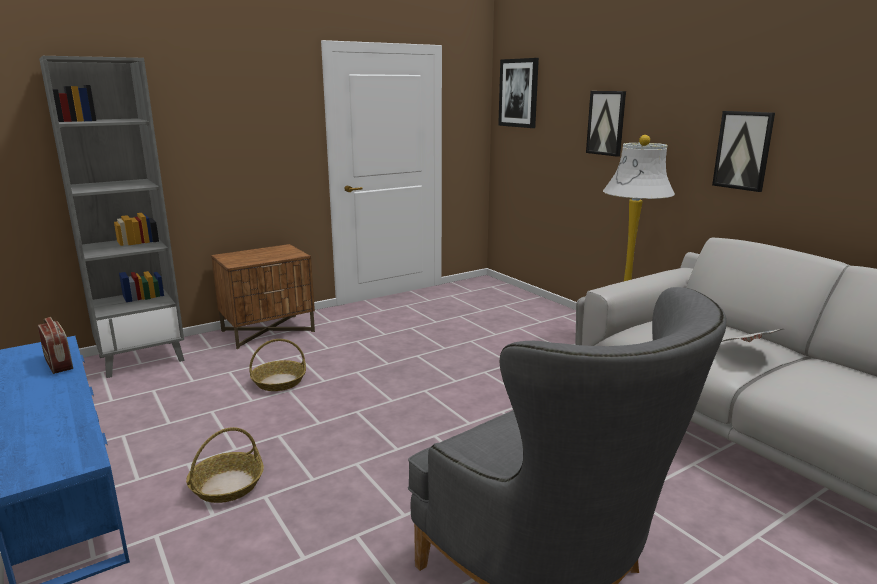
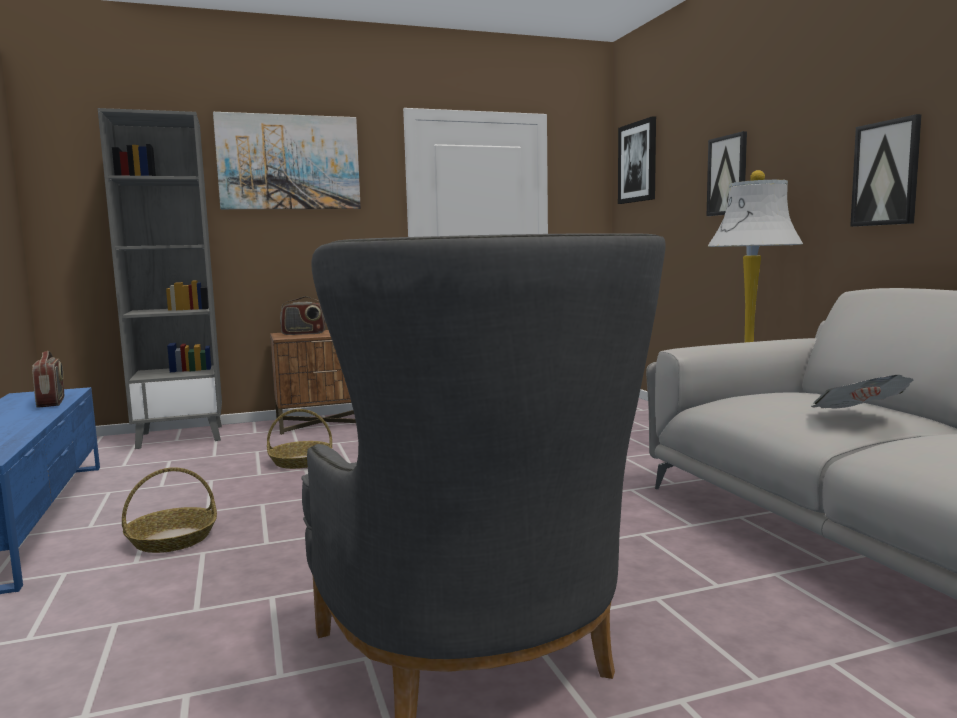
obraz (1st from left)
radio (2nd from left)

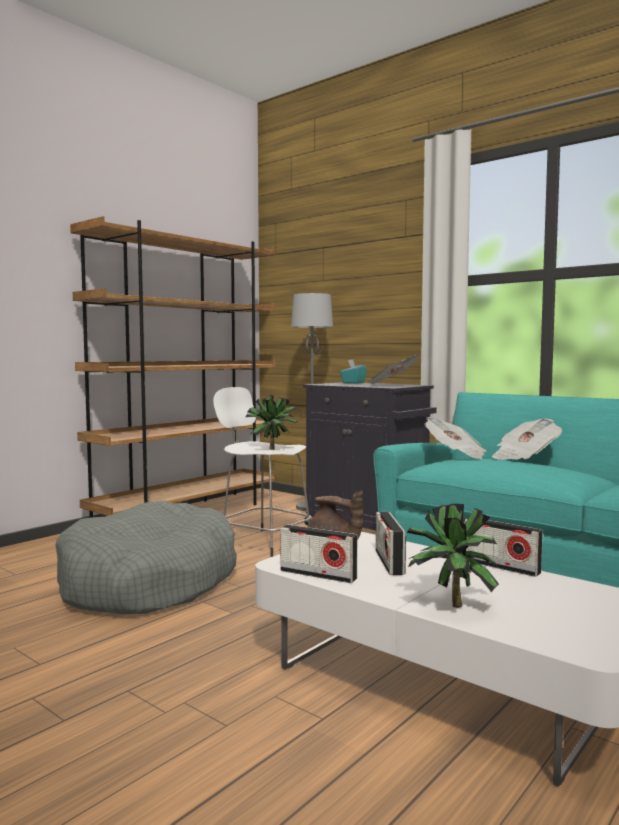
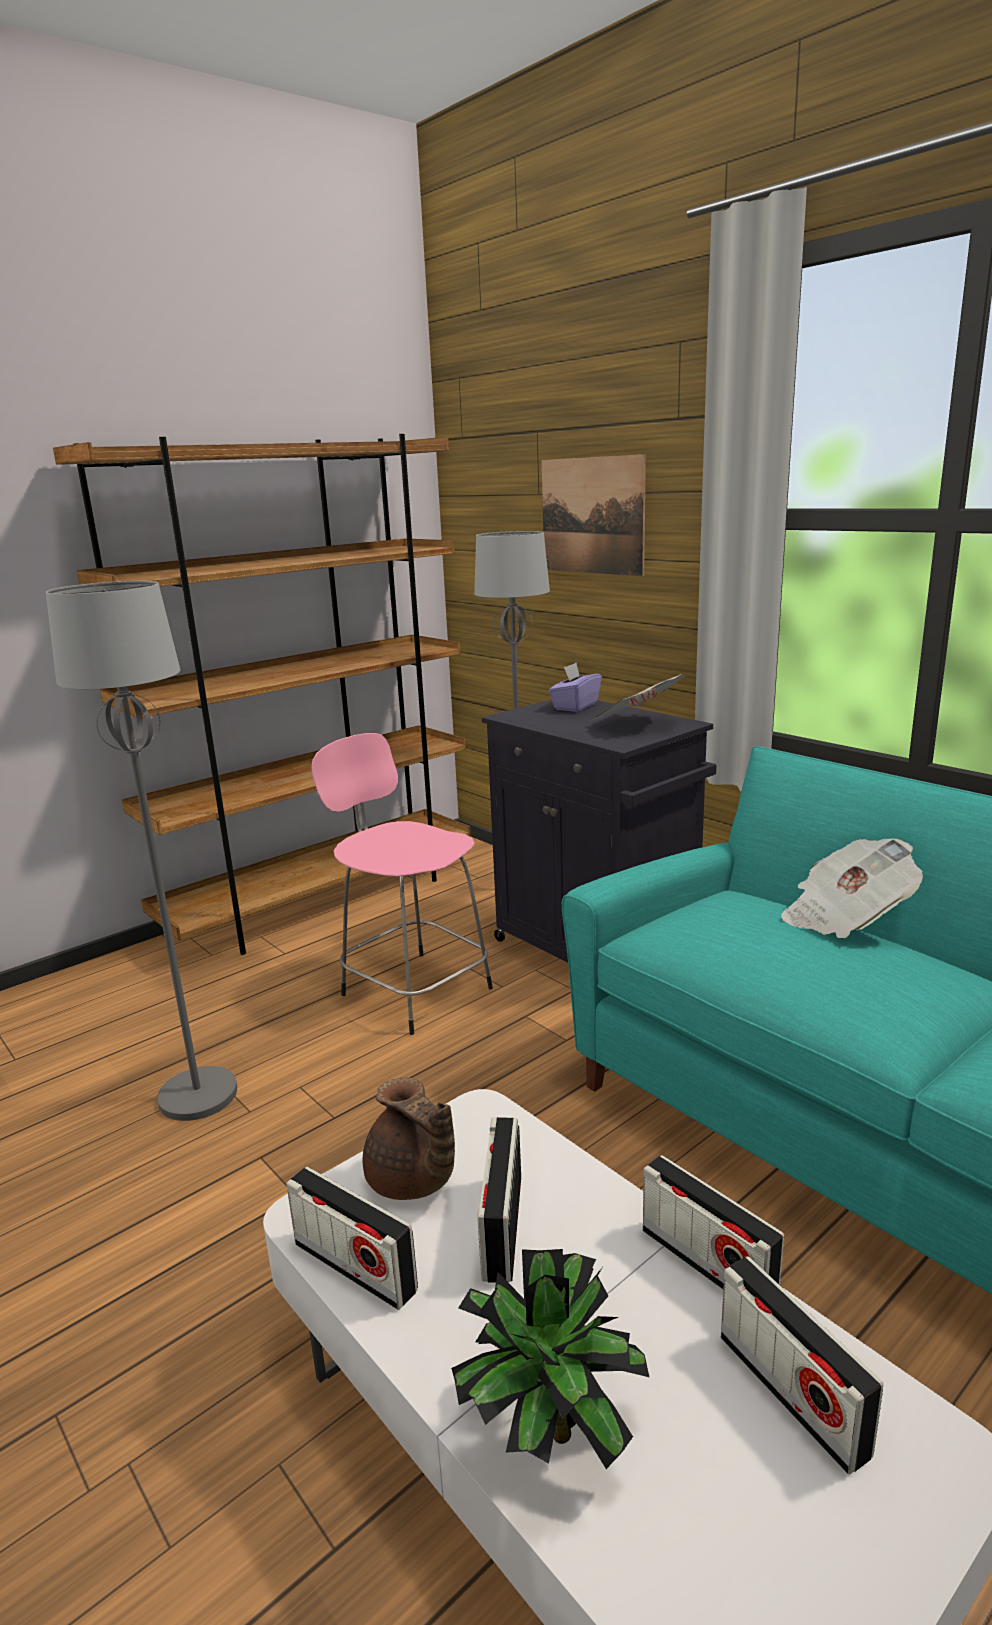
roślina doniczkowa (1st from left in the first image)
gazeta (2nd from left in the first image)
obraz
radio (4th from left)
lampa stojąca [szary] (1st from left)
stołek [różowy]
pudełko chusteczek [fioletowy]

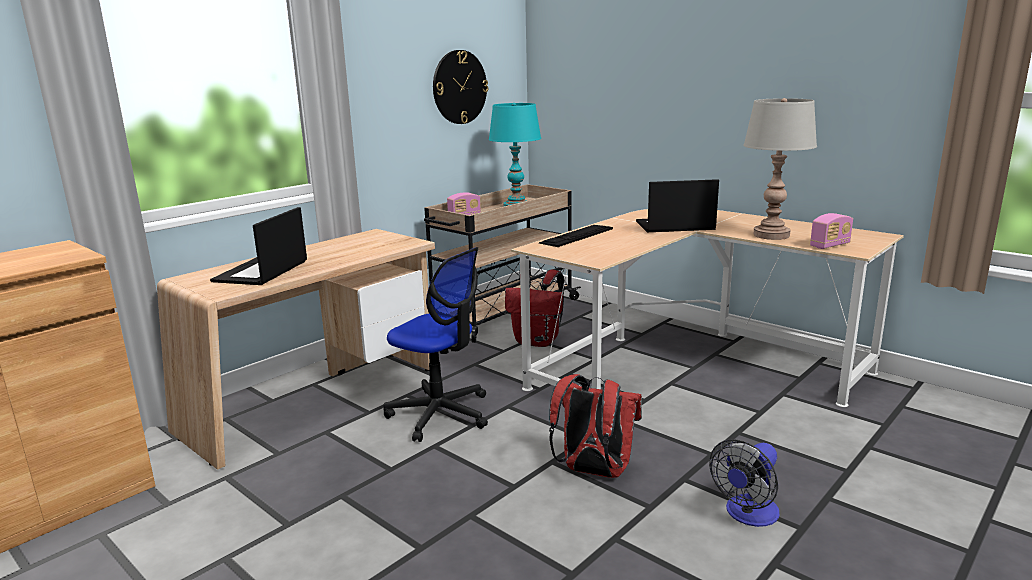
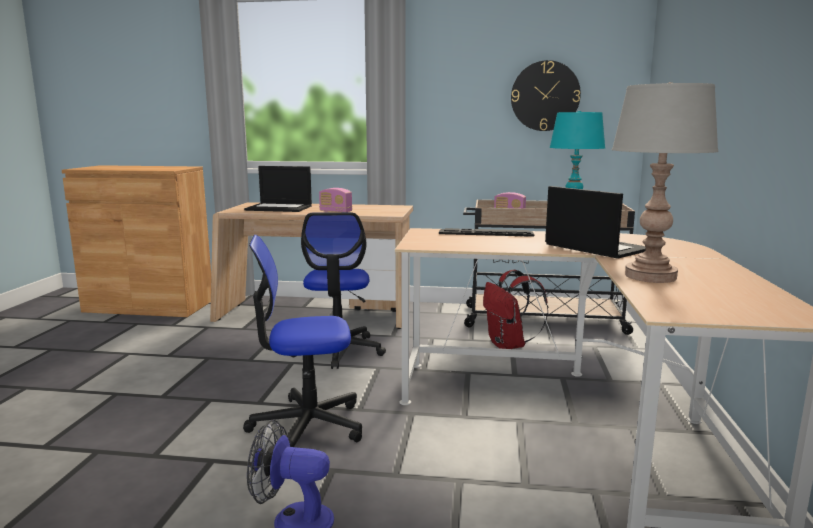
radio (1st from left)
krzesło biurowe (1st from left)
laptop (1st from left)

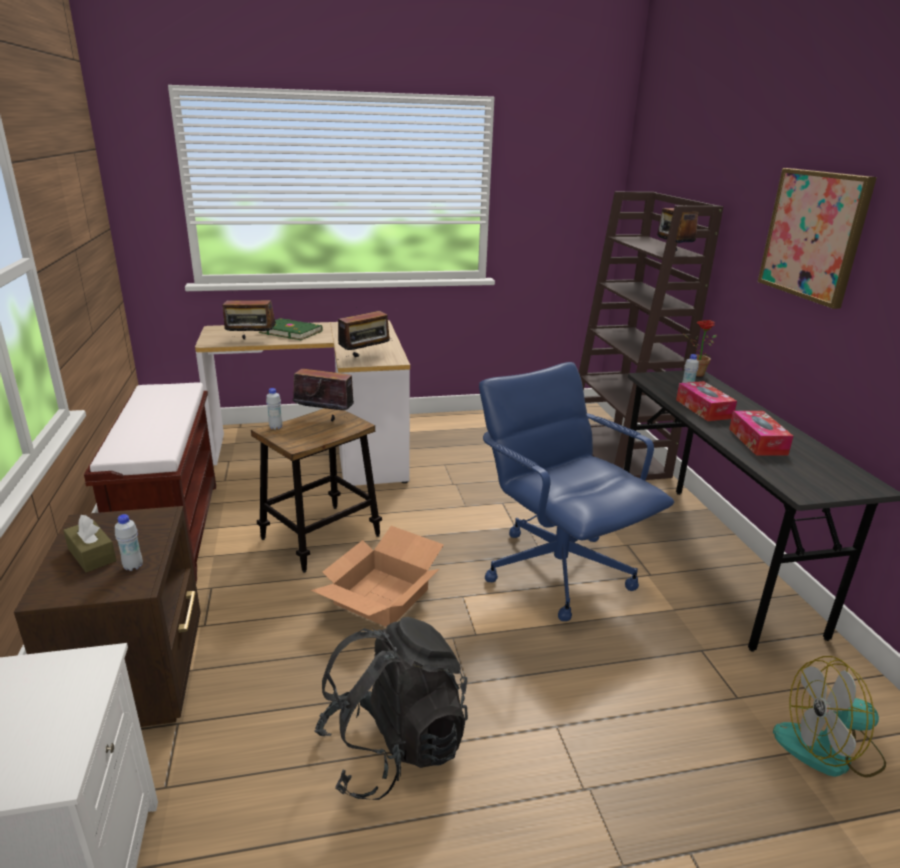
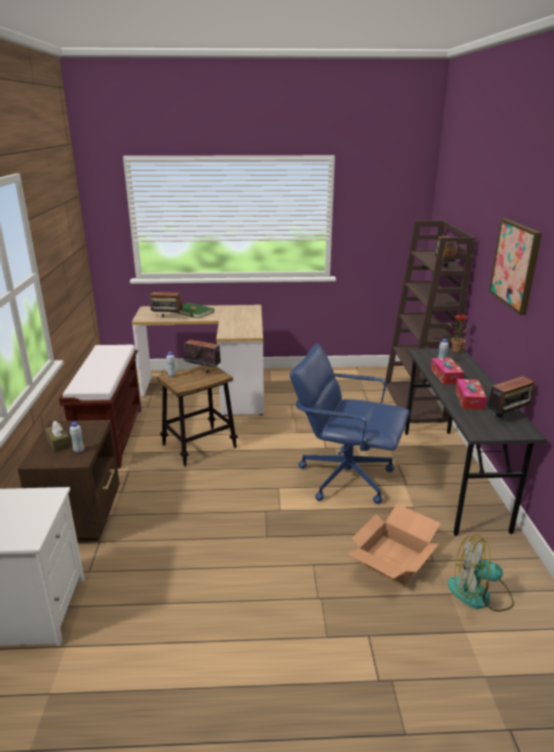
plecak [czarny]
karton
radio (4th from left)
krzesło biurowe [niebieski]

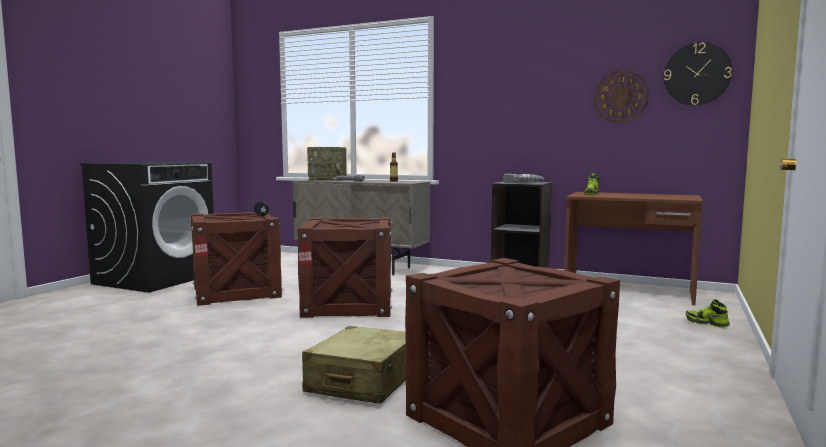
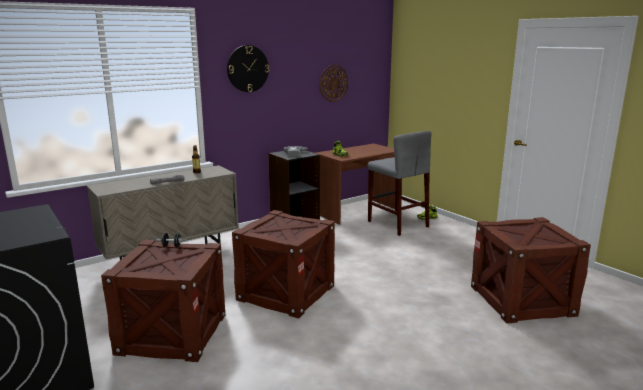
walizka [beżowy]
radio
stołek [szary]
zegar ścienny (1st from left)

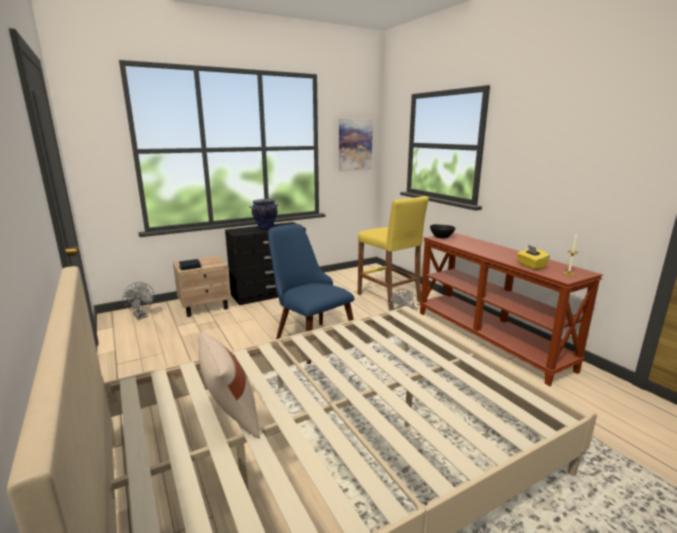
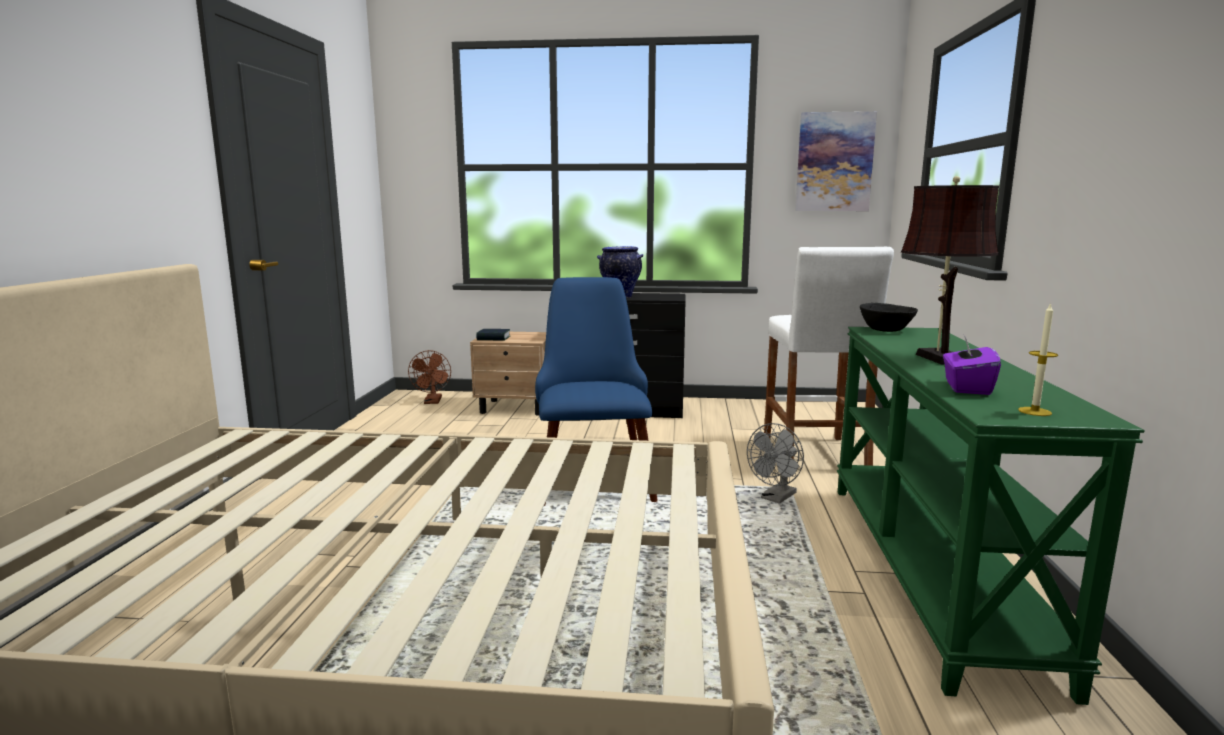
poduszka [beżowy]
lampa stołowa [brązowy]
wentylator [brązowy]
stołek [biały]
stolik konsolowy [zielony]
pudełko chusteczek [fioletowy]

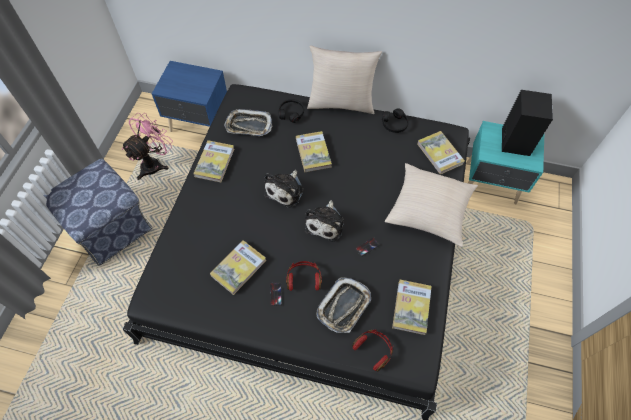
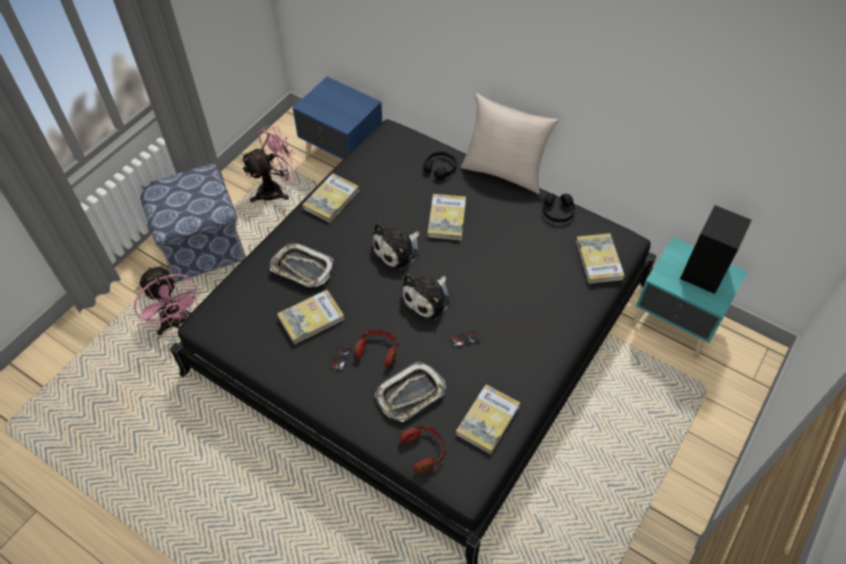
poduszka [beżowy] (2nd from left in the first image)
wentylator [różowy] (1st from left)
taca (1st from left)

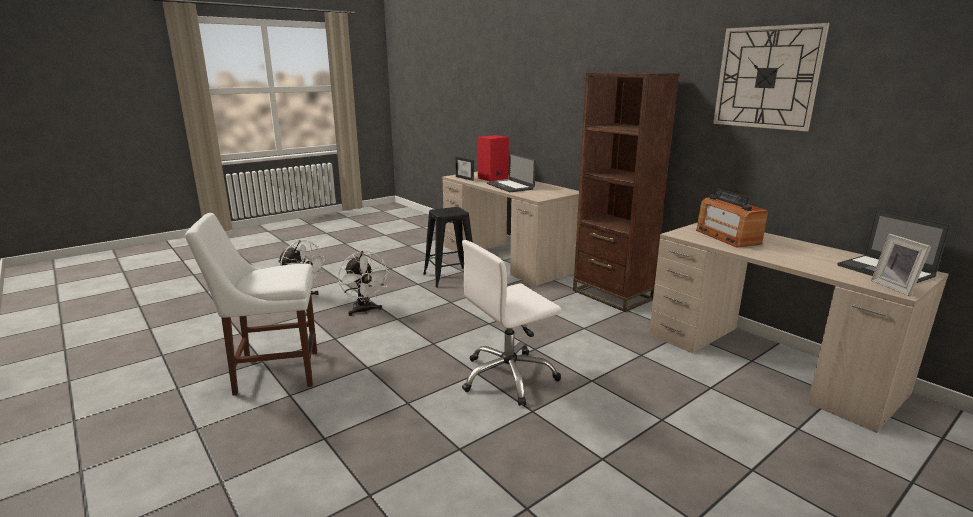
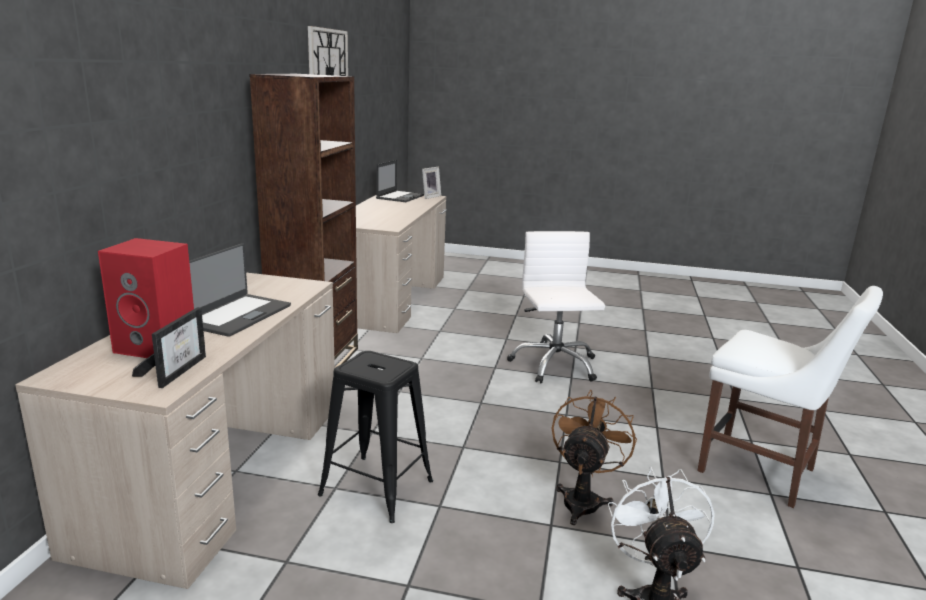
radio
wentylator [brązowy]
krzesło biurowe [biały]

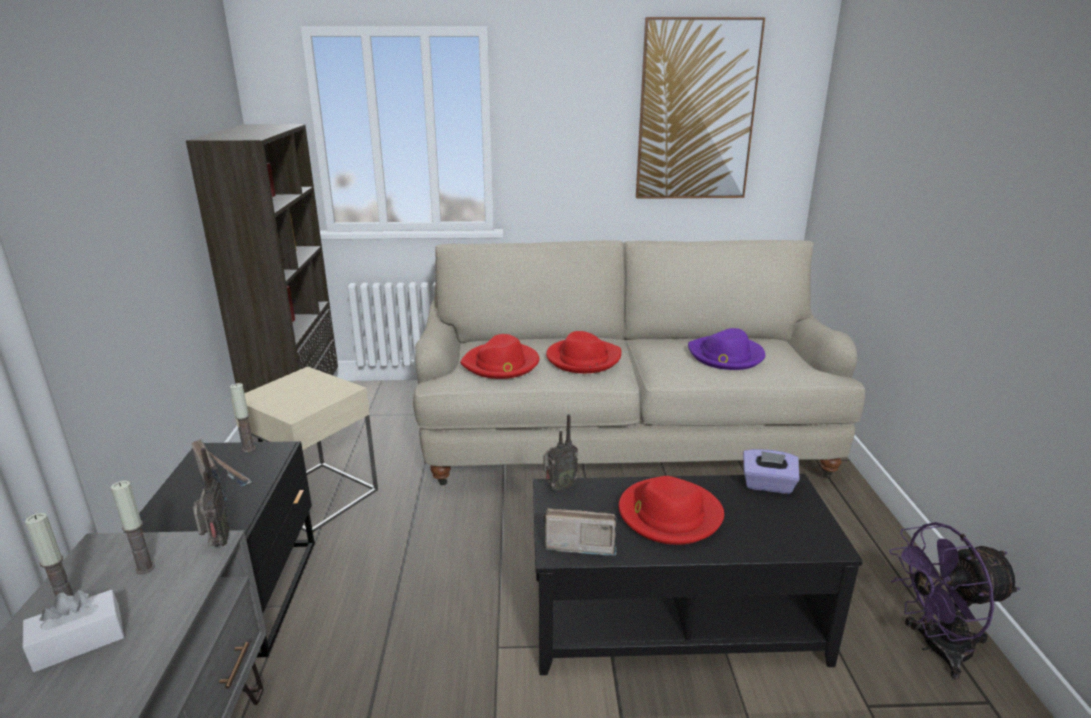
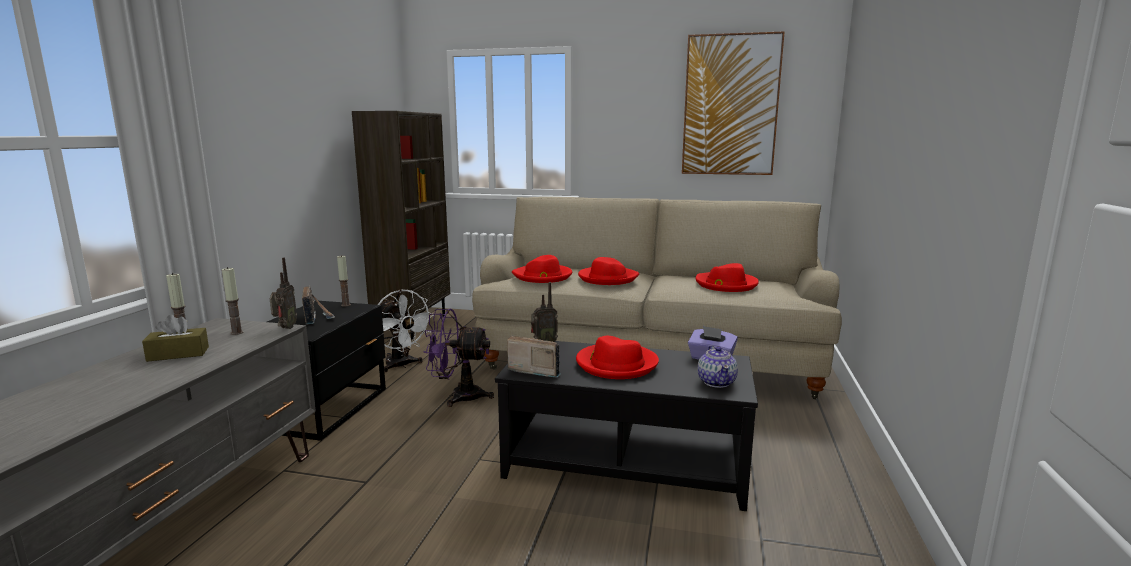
imbryk
wentylator [fioletowy]
wentylator [biały]
pudełko chusteczek [brązowy]
kapelusz [czerwony] (4th from left)

